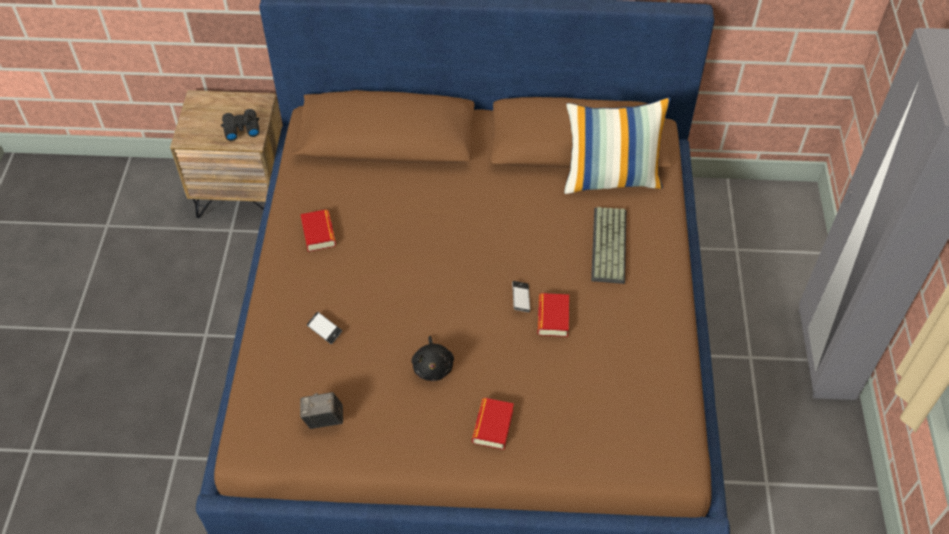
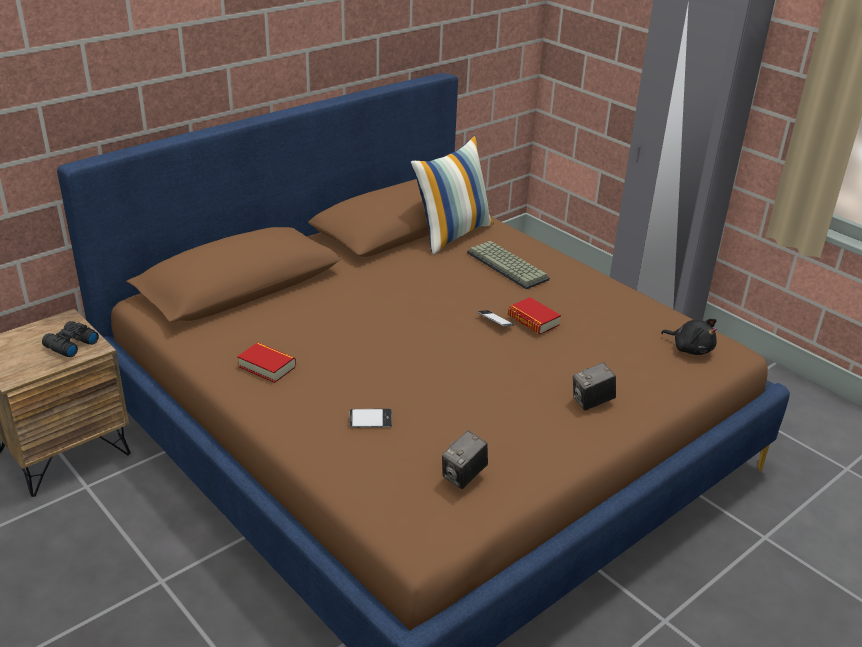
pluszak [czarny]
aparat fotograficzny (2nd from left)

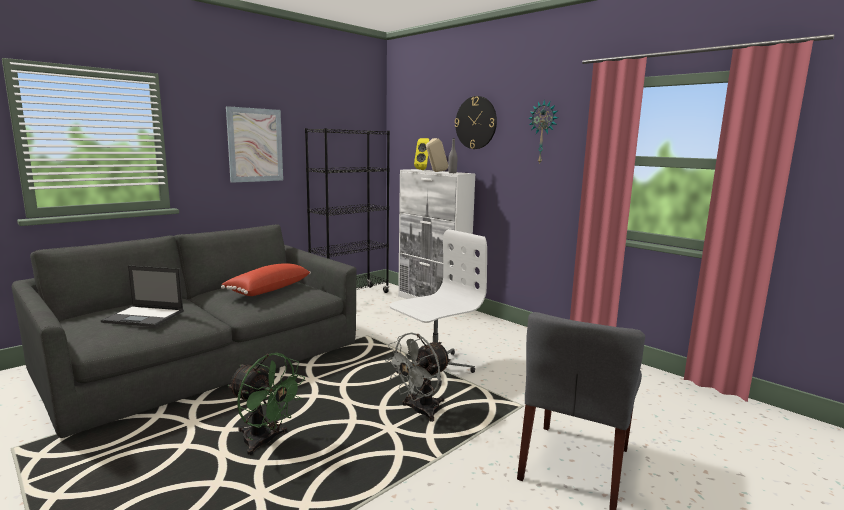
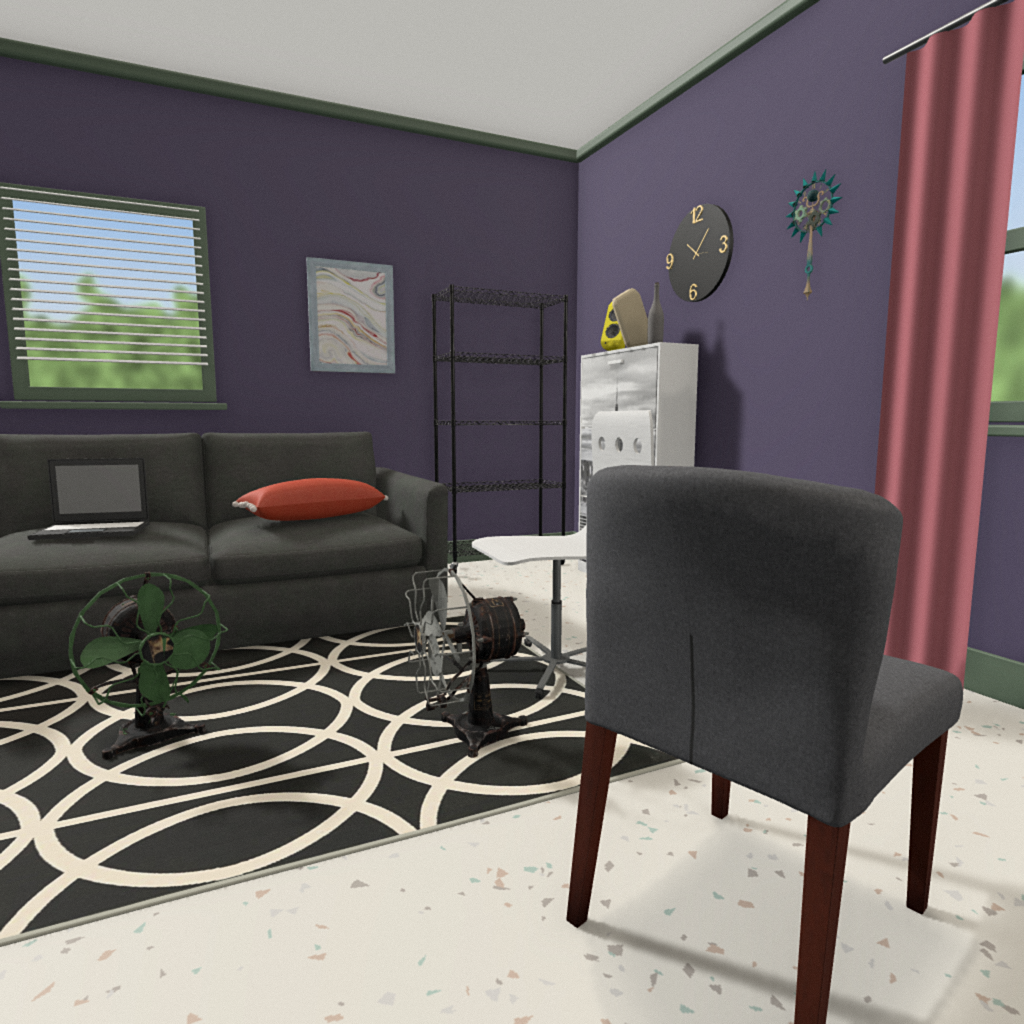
laptop

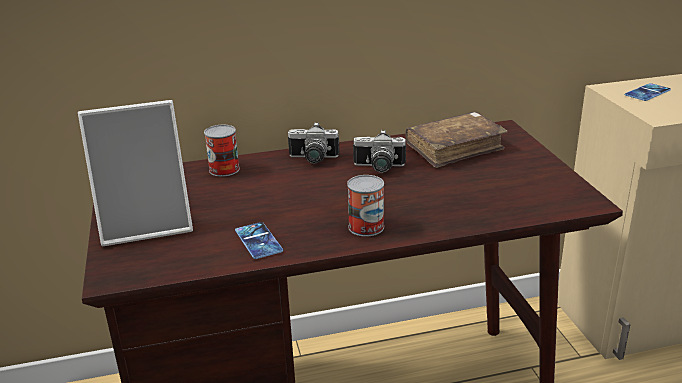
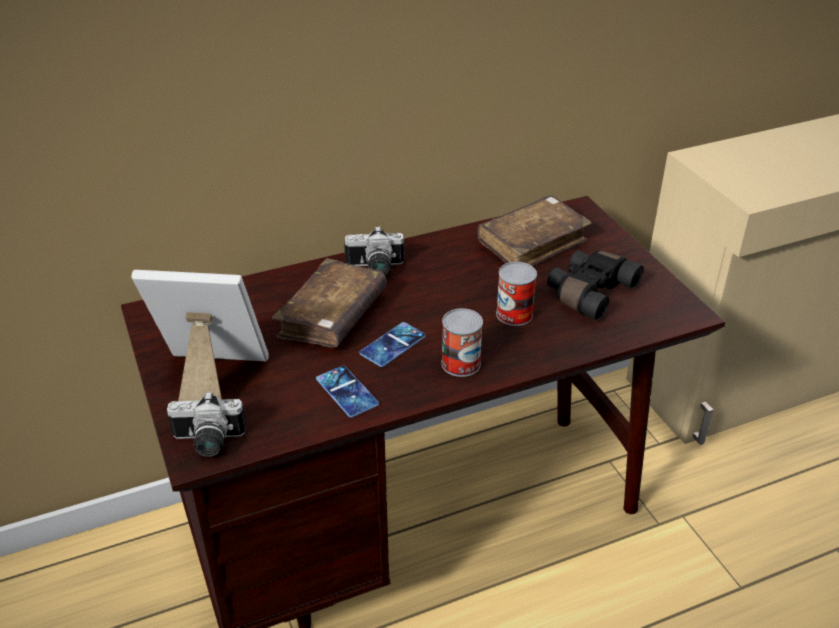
książka [brązowy] (1st from left)
lornetka [czarny]
puszka (2nd from left)
aparat fotograficzny (1st from left)
telefon (2nd from left)
ramka na zdjęcie

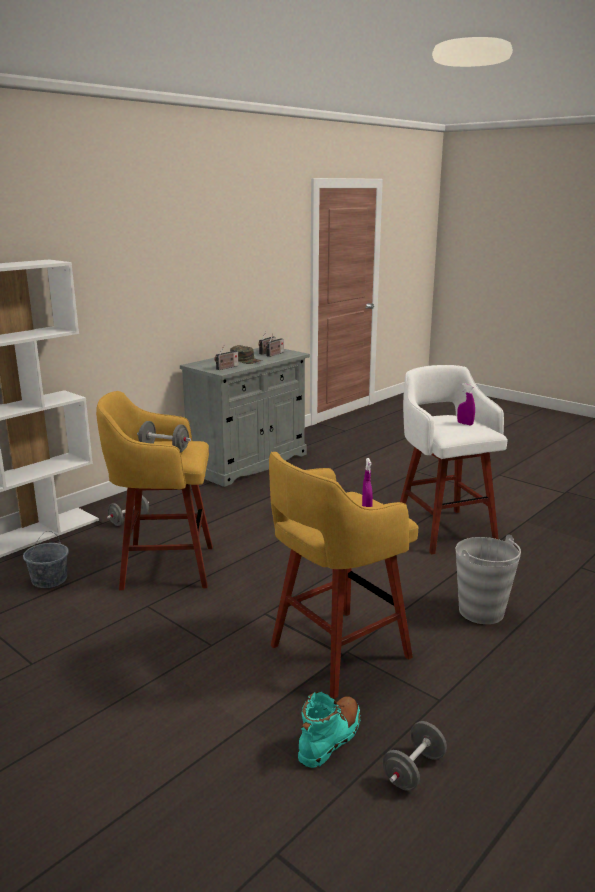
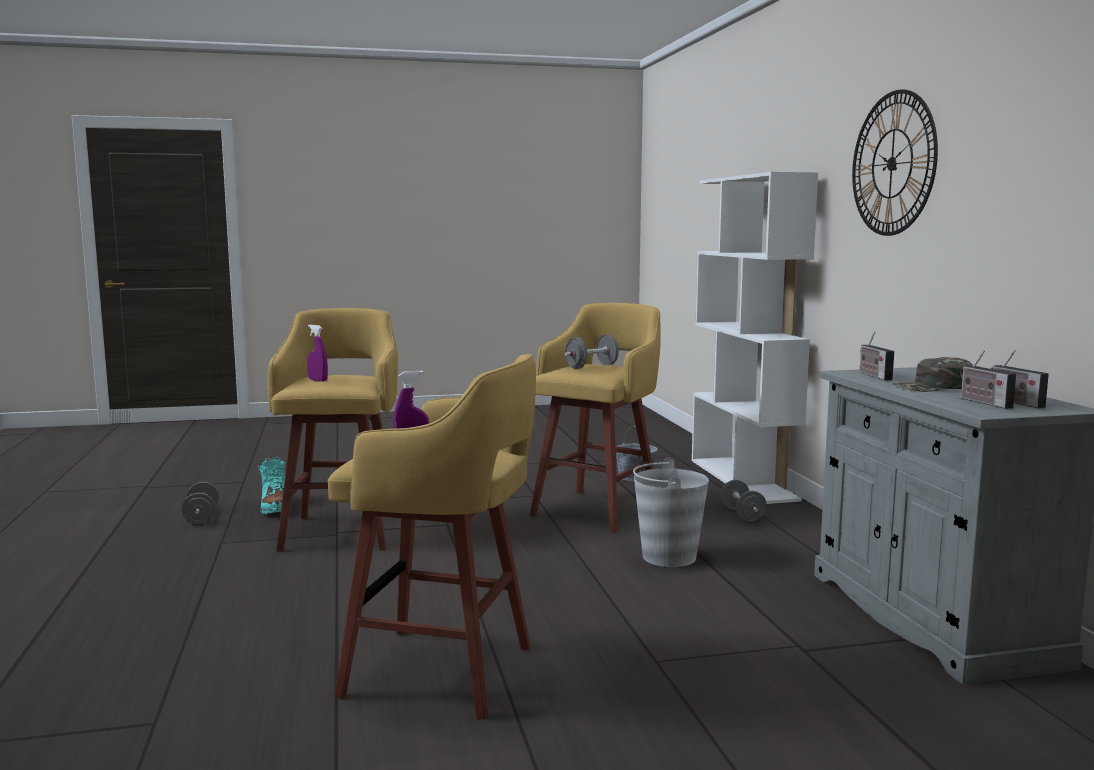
zegar ścienny
wiadro [szary] (2nd from left)
stołek [żółty] (2nd from left)

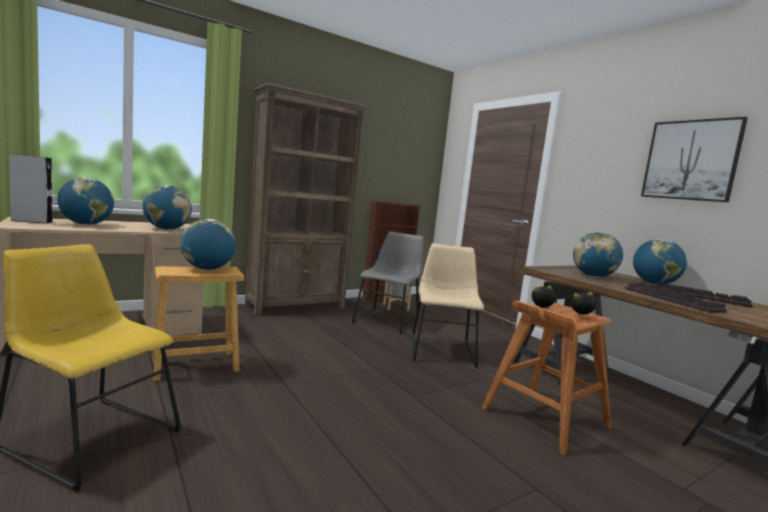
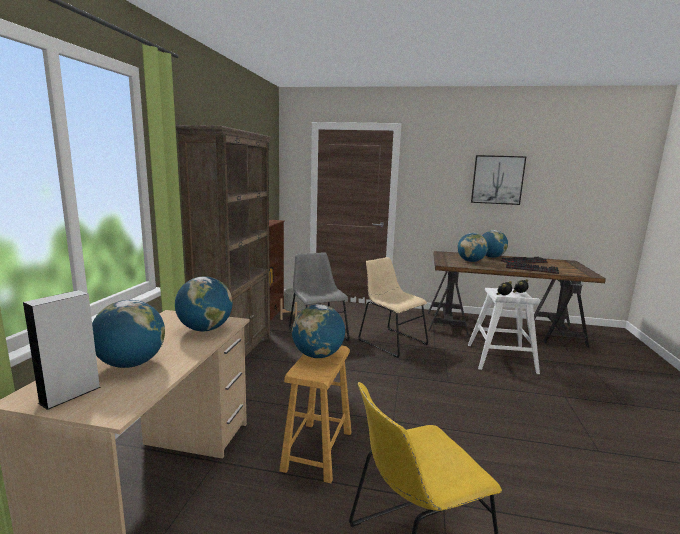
stołek [biały]

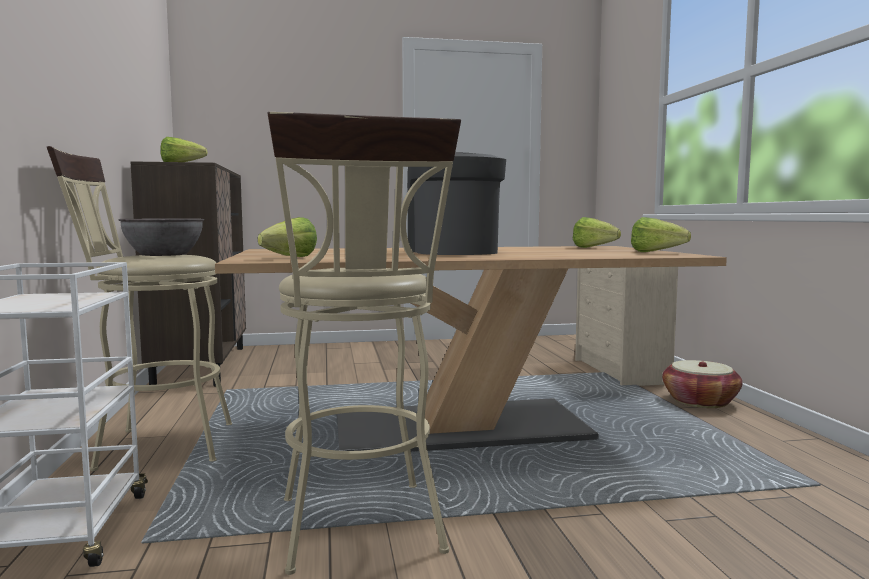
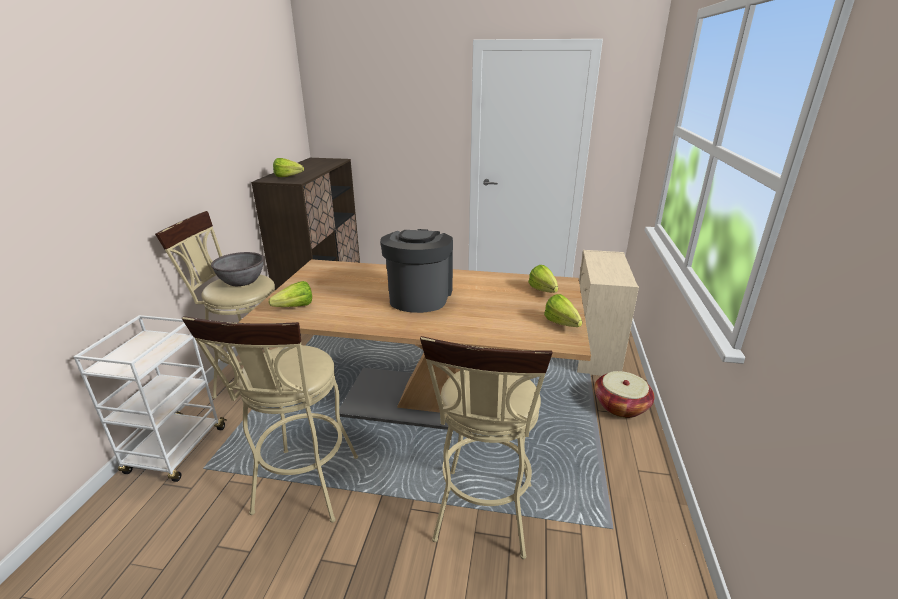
stołek [beżowy] (3rd from left)

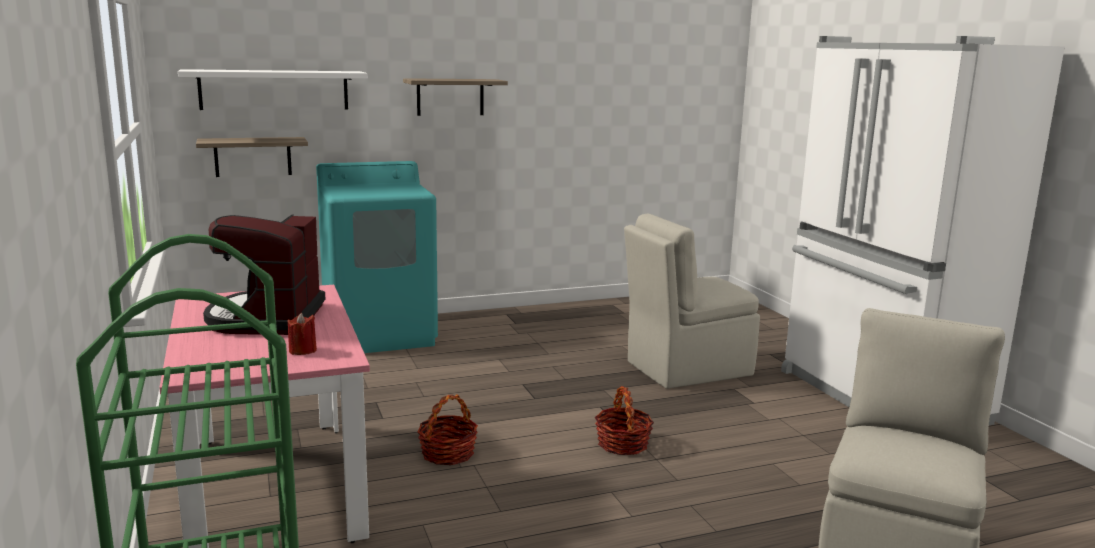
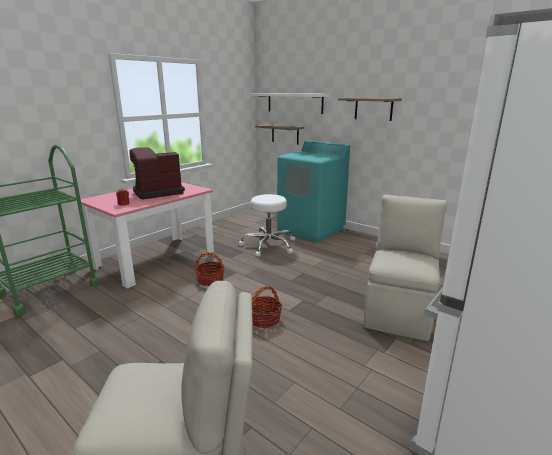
stołek [biały]
krzesło [beżowy] (2nd from left)

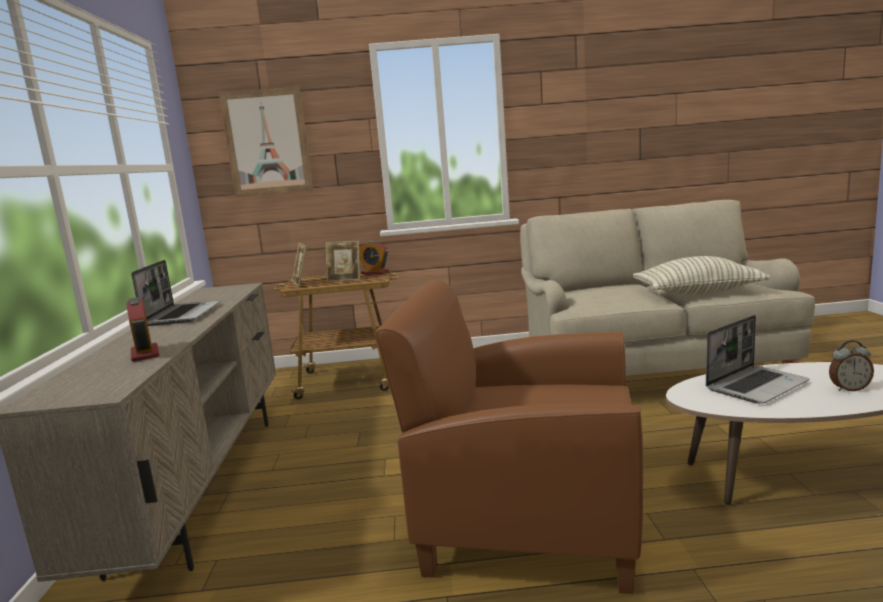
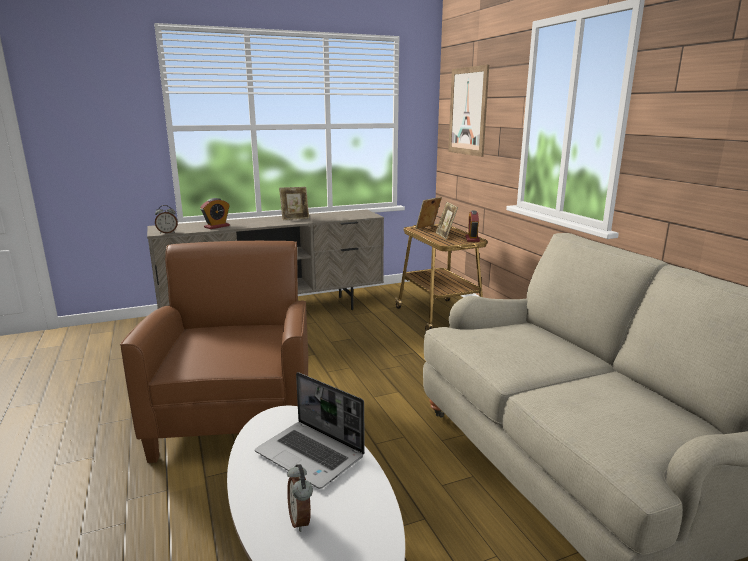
poduszka
budzik (1st from left)
ramka na zdjęcie (1st from left)

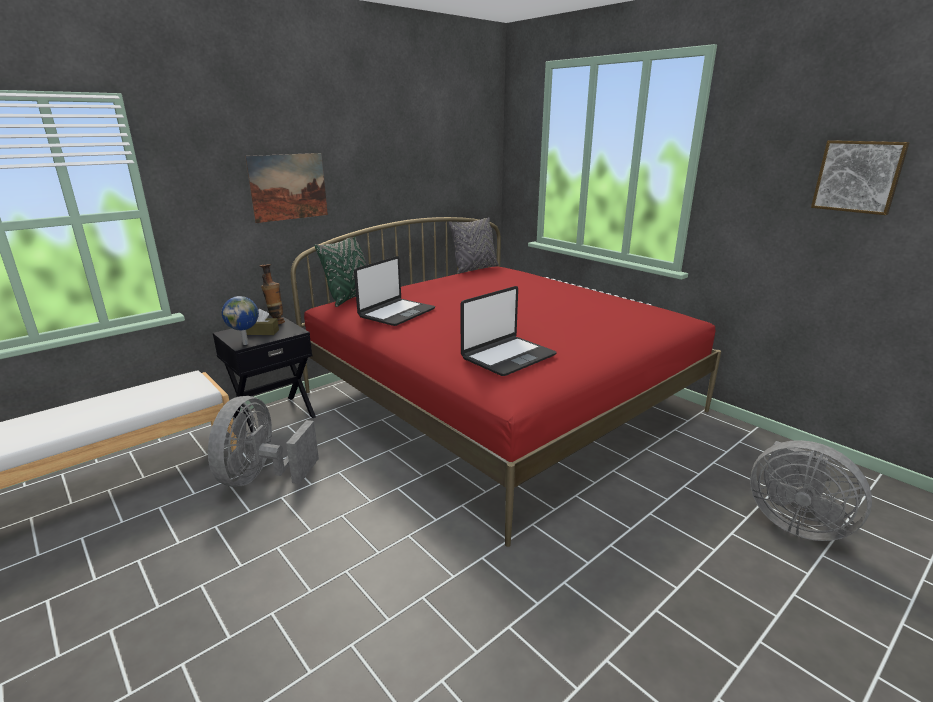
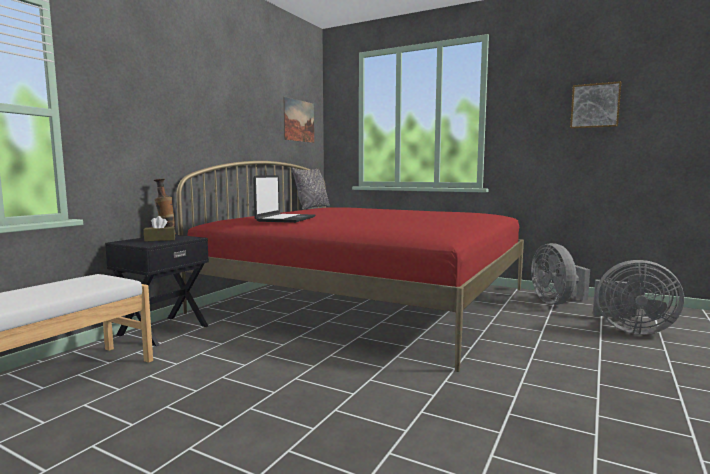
globus
poduszka [zielony]
laptop (2nd from left in the first image)
wentylator [szary] (1st from left)
obraz (1st from left)

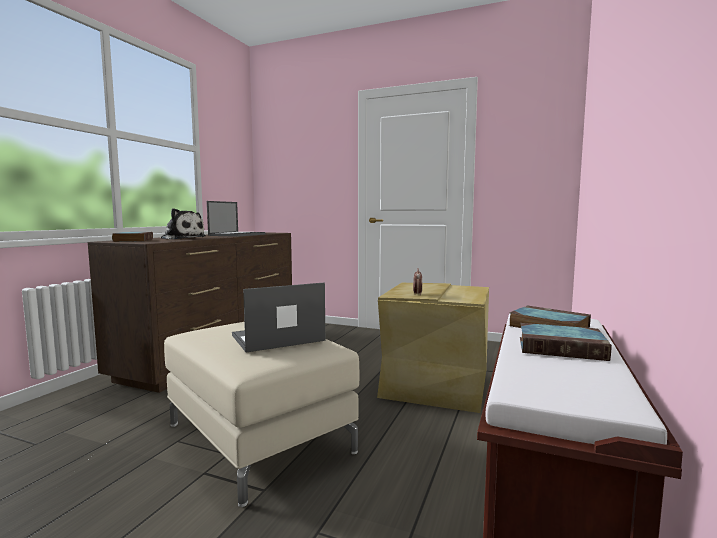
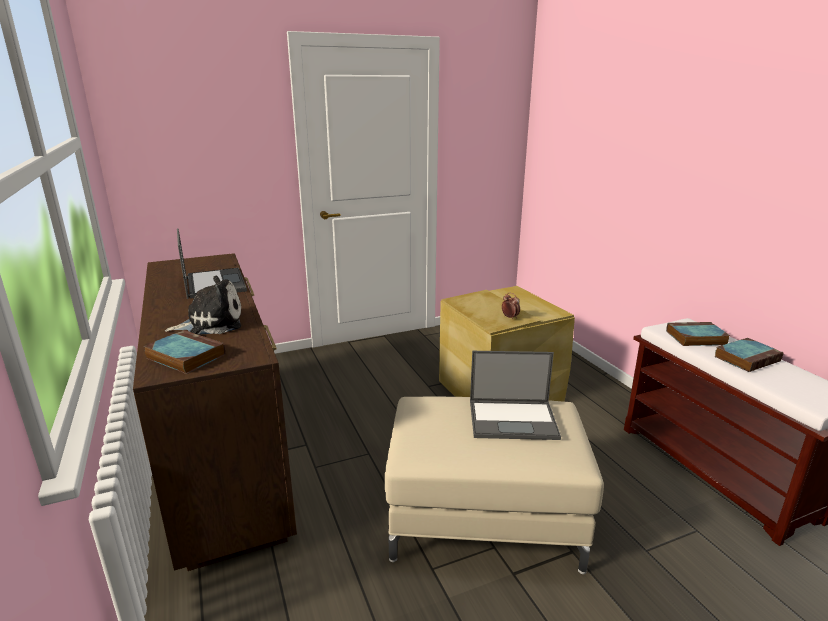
laptop (2nd from left)

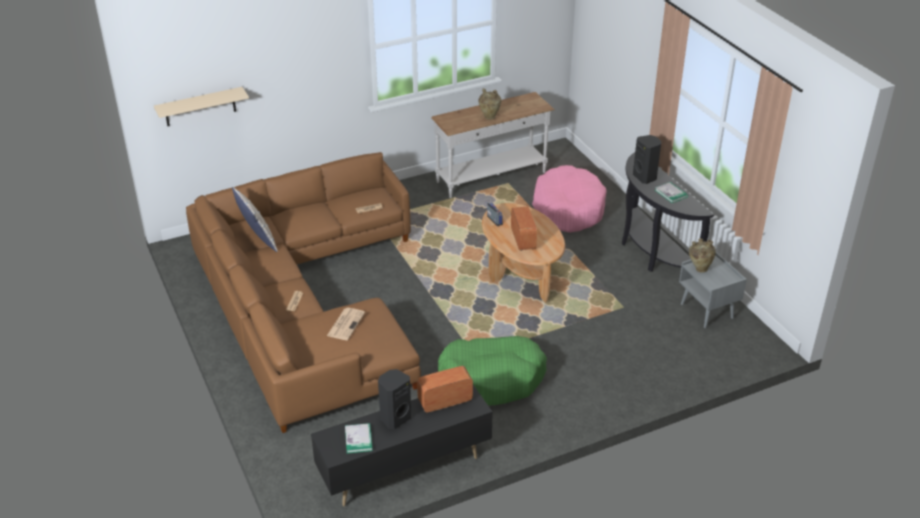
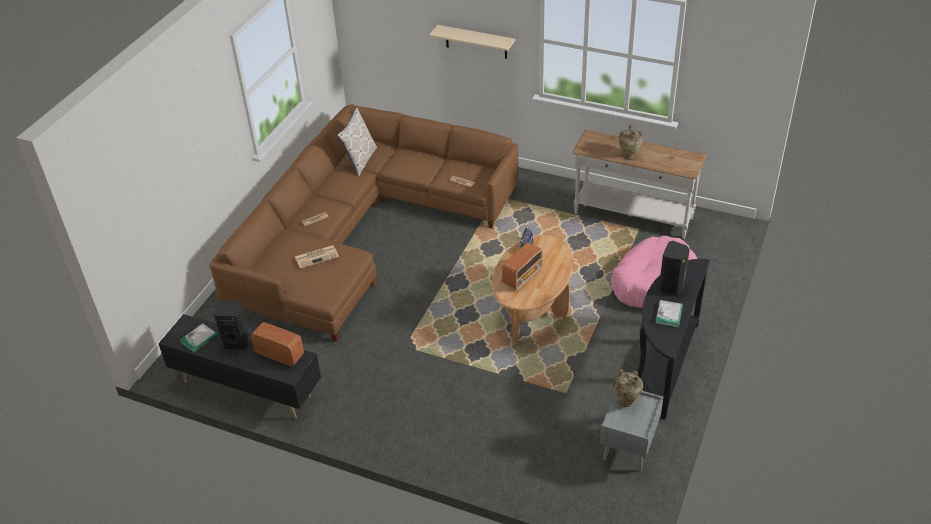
legowisko [zielony]
półka [beżowy]

